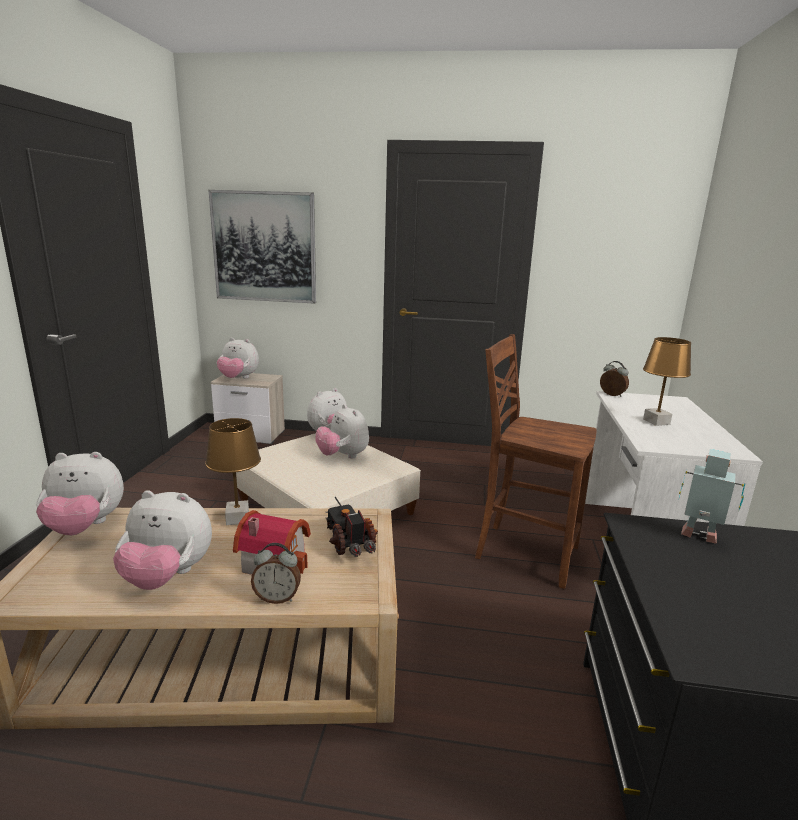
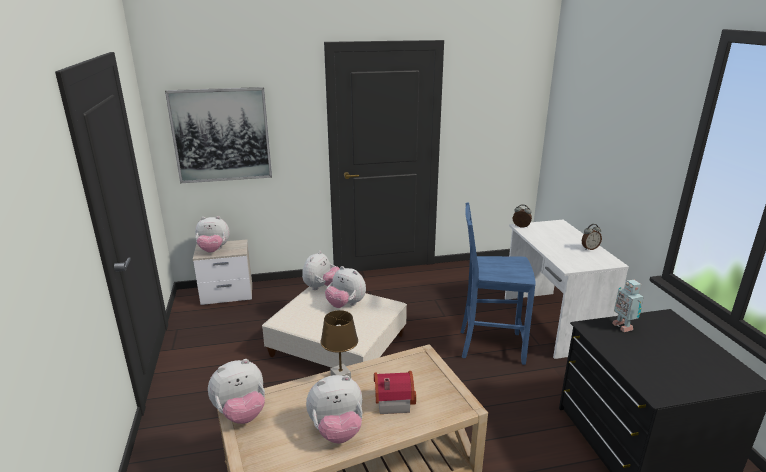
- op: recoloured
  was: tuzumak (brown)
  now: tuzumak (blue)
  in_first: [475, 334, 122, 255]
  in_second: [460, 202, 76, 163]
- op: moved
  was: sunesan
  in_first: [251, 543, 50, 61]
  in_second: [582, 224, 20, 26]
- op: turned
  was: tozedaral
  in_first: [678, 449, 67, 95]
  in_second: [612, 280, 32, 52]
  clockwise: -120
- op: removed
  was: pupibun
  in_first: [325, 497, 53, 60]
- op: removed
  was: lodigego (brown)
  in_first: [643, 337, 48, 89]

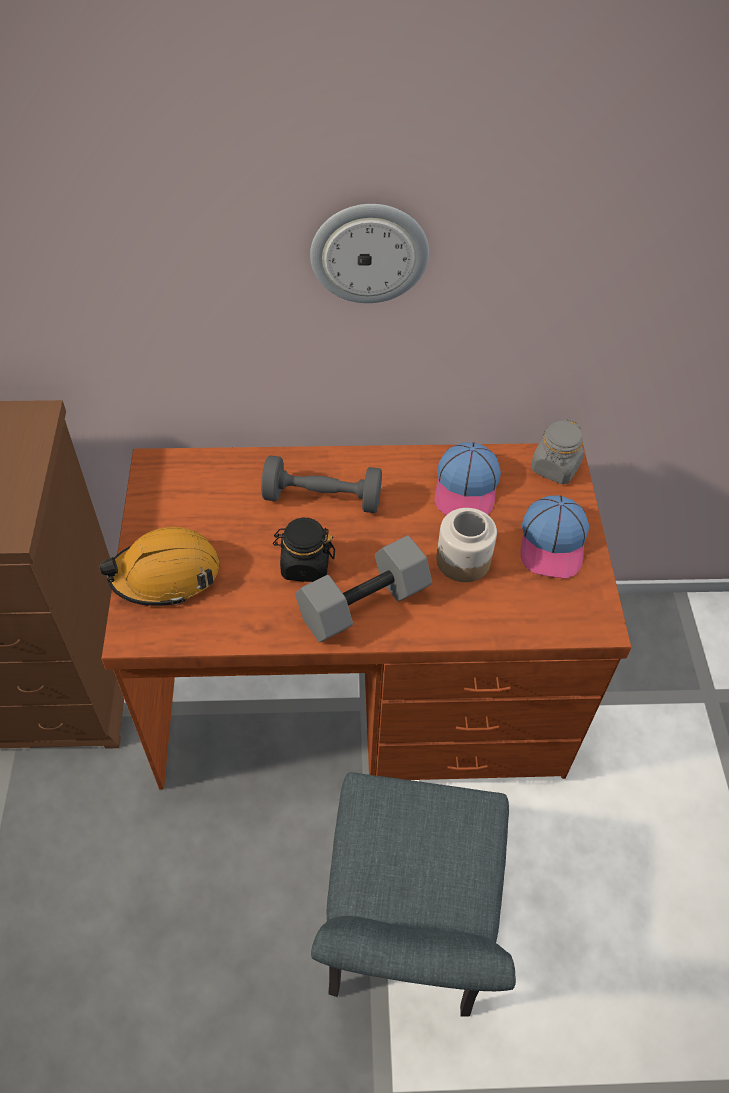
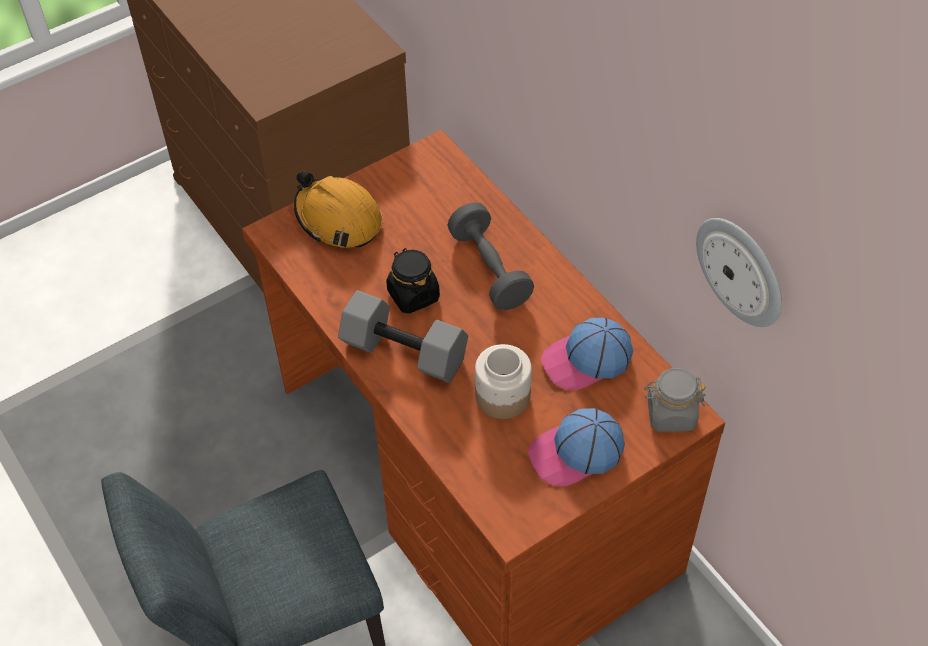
- op: moved
  was: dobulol
  in_first: [310, 204, 119, 99]
  in_second: [696, 218, 86, 109]

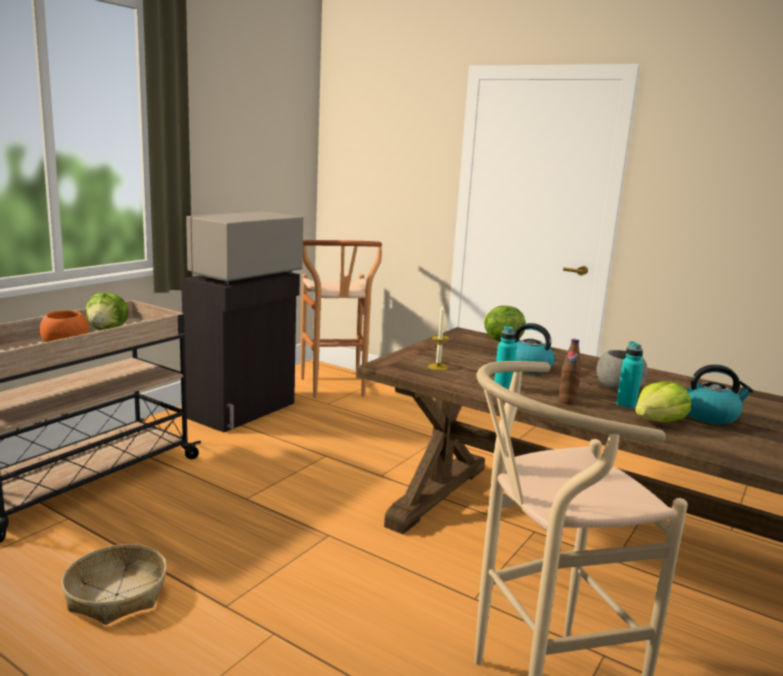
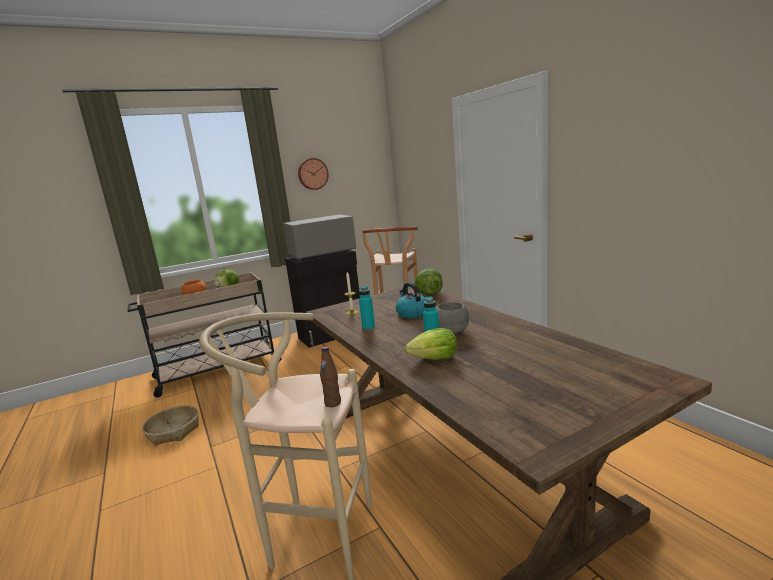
- op: added
  now: dobulol
  in_second: [298, 158, 31, 32]
- op: moved
  was: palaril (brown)
  in_first: [558, 339, 23, 66]
  in_second: [320, 347, 21, 60]
- op: removed
  was: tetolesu
  in_first: [687, 365, 67, 59]

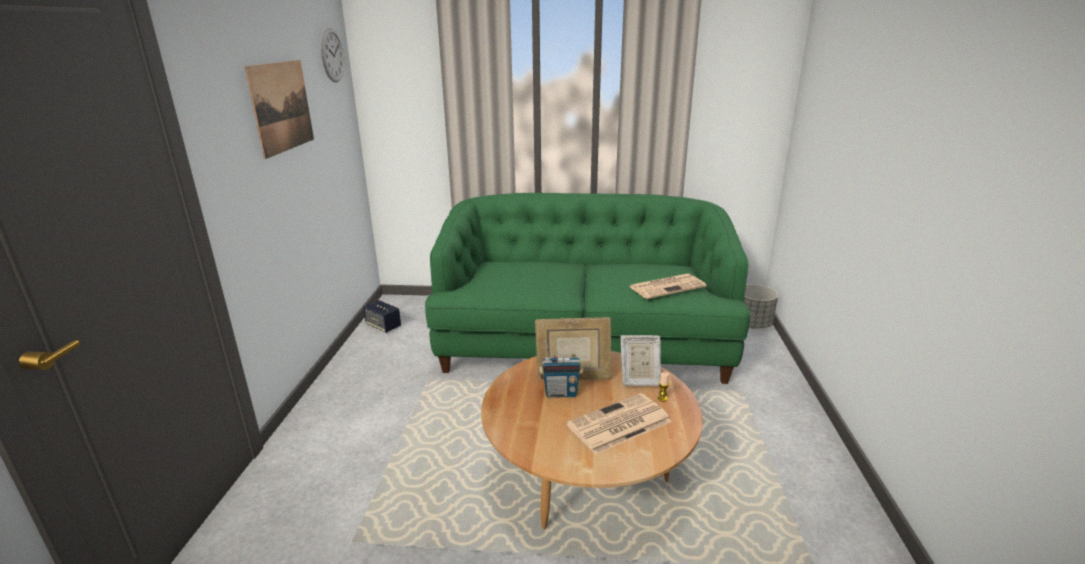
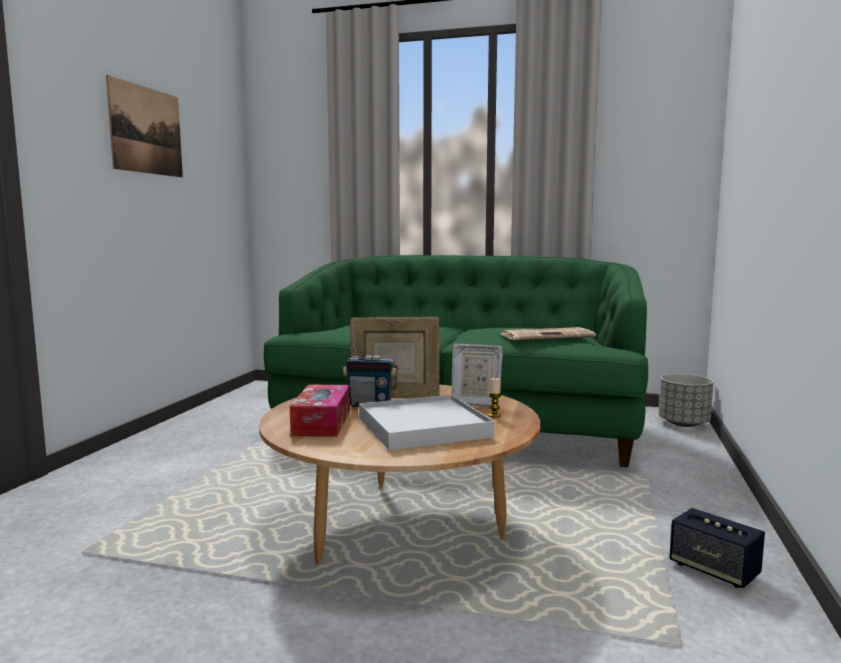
- op: added
  now: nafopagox
  in_second: [290, 385, 60, 51]
- op: replaced
  was: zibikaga
  now: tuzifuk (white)
  in_first: [566, 393, 106, 61]
  in_second: [359, 395, 136, 55]
- op: moved
  was: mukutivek
  in_first: [363, 300, 38, 33]
  in_second: [670, 508, 95, 80]
- op: removed
  was: dobulol
  in_first: [321, 28, 23, 54]

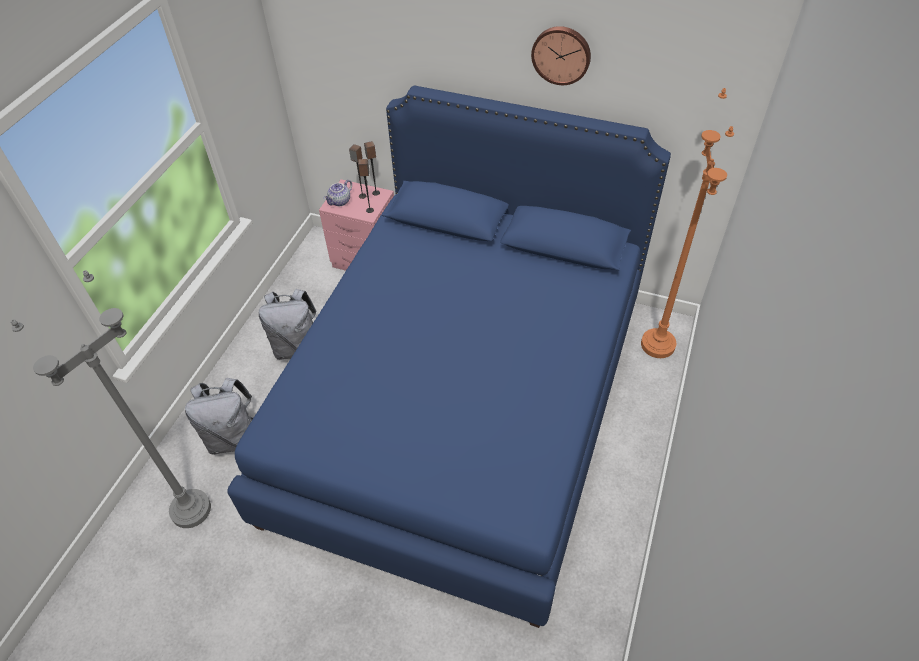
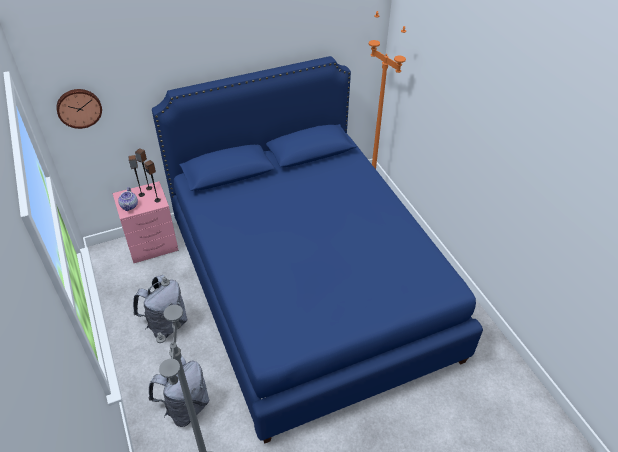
- op: moved
  was: dobulol
  in_first: [531, 26, 60, 59]
  in_second: [56, 89, 46, 40]

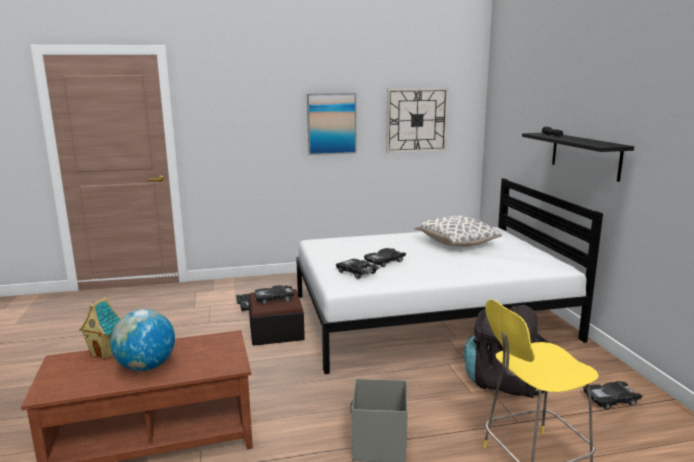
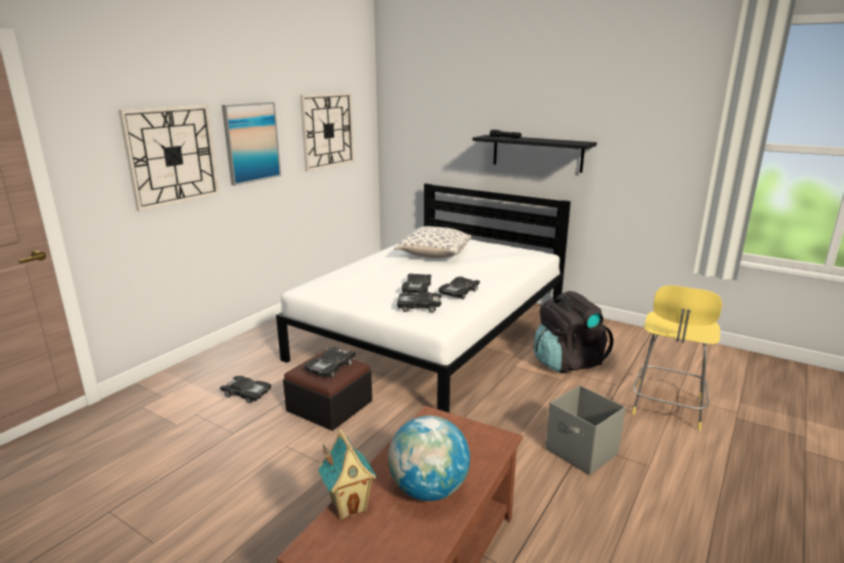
- op: added
  now: dobulol
  in_second: [118, 105, 101, 106]
- op: moved
  was: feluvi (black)
  in_first: [583, 381, 60, 29]
  in_second: [438, 276, 42, 23]

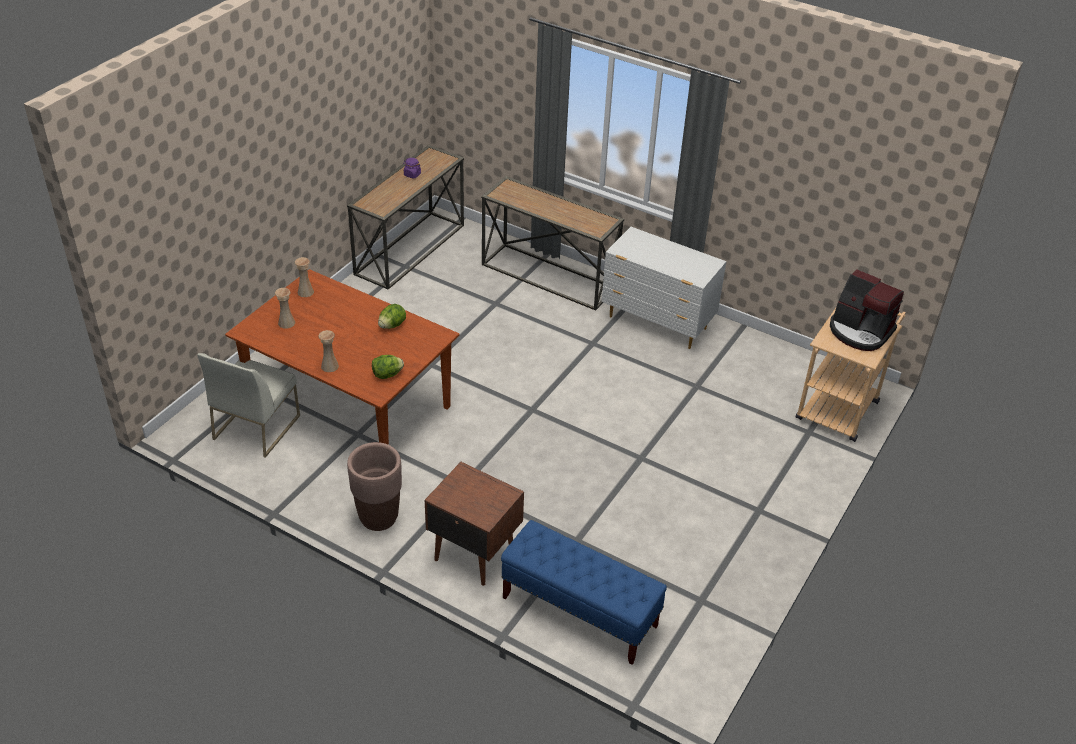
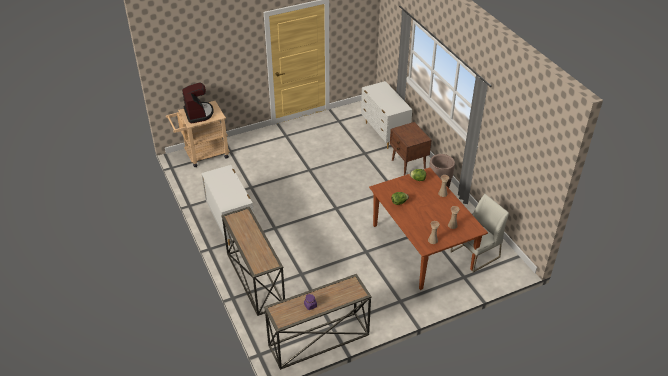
- op: replaced
  was: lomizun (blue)
  now: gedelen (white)
  in_first: [501, 520, 166, 145]
  in_second: [361, 81, 51, 68]

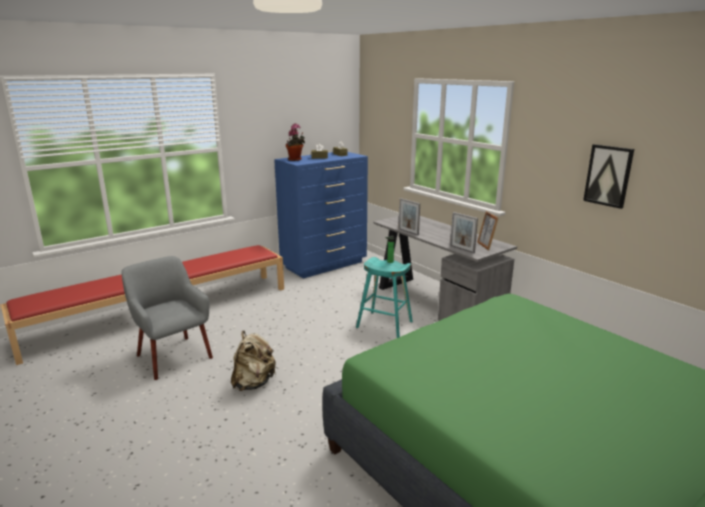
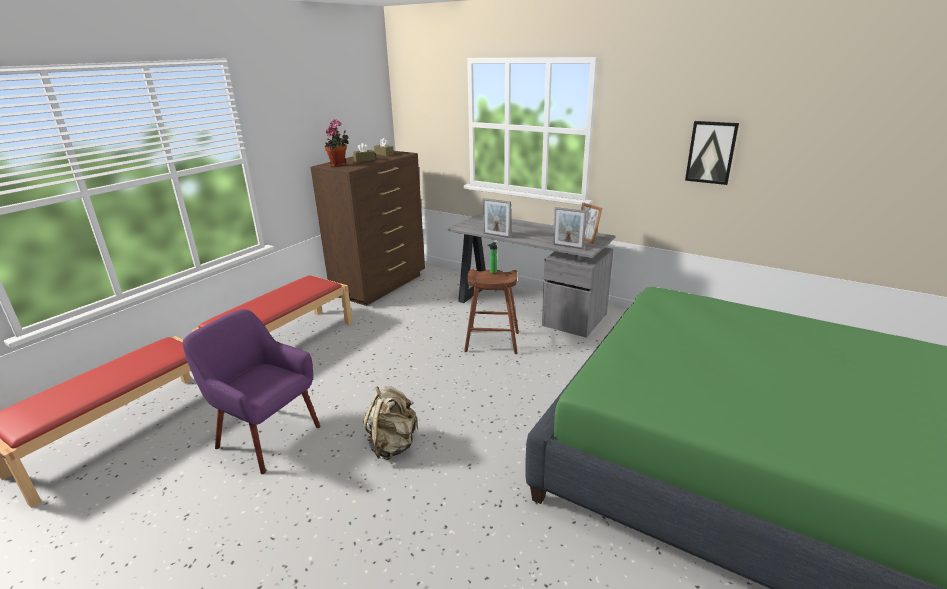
- op: recoloured
  was: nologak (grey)
  now: nologak (purple)
  in_first: [121, 256, 92, 124]
  in_second: [183, 309, 138, 165]
- op: recoloured
  was: gedelen (blue)
  now: gedelen (brown)
  in_first: [274, 152, 94, 127]
  in_second: [311, 151, 114, 155]
- op: recoloured
  was: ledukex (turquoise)
  now: ledukex (brown)
  in_first: [356, 257, 57, 81]
  in_second: [464, 269, 55, 85]

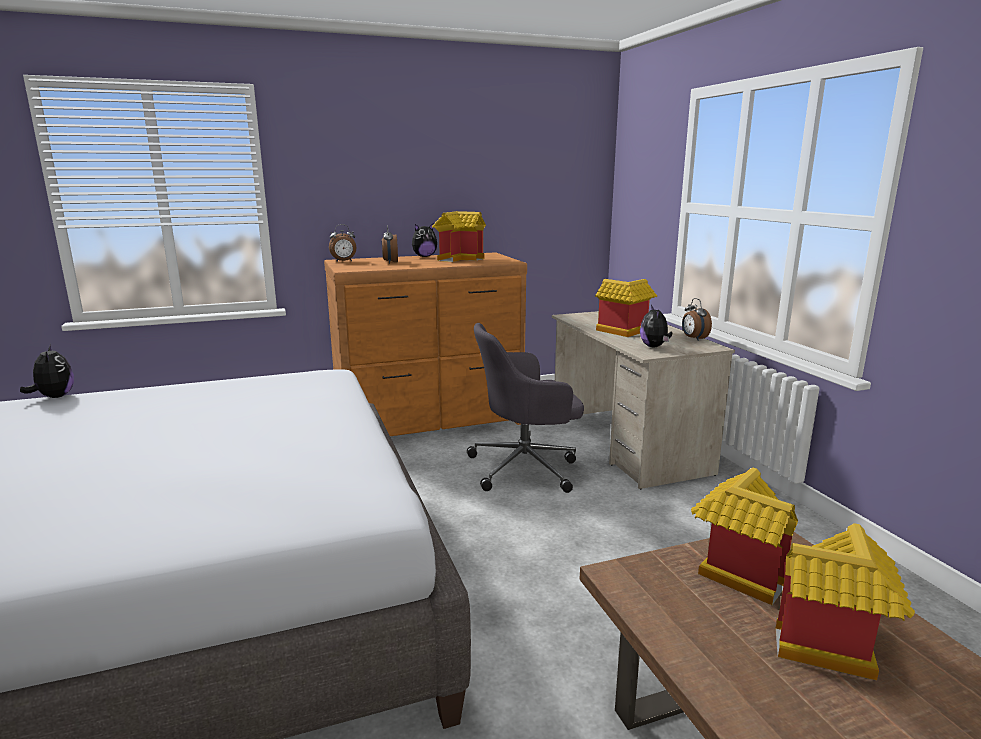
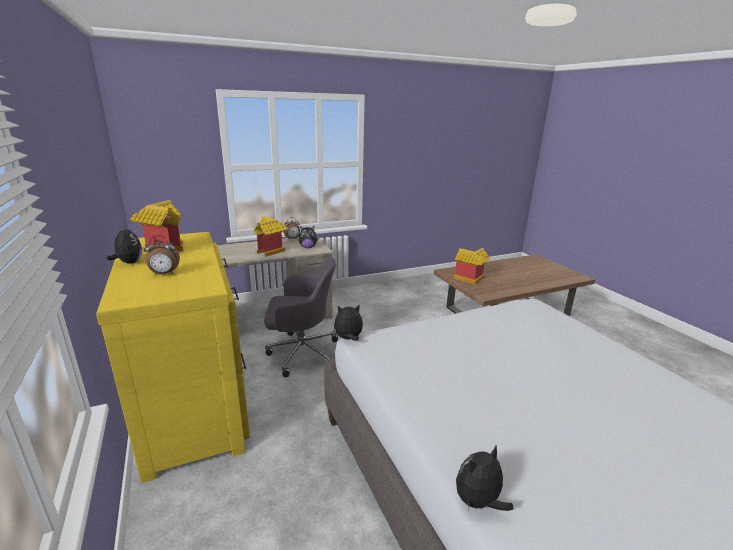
- op: recoloured
  was: gedelen (brown)
  now: gedelen (yellow)
  in_first: [324, 252, 203, 184]
  in_second: [96, 232, 154, 251]
- op: turned
  was: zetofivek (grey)
  in_first: [467, 323, 117, 170]
  in_second: [264, 256, 74, 121]
  clockwise: -75
- op: added
  now: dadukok
  in_second: [332, 305, 31, 36]
- op: removed
  was: sunesan
  in_first: [329, 224, 27, 38]
- op: removed
  was: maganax
  in_first: [776, 523, 139, 158]

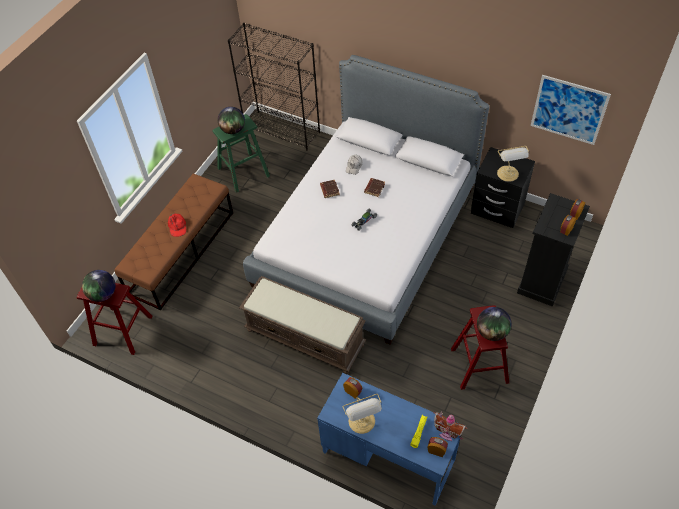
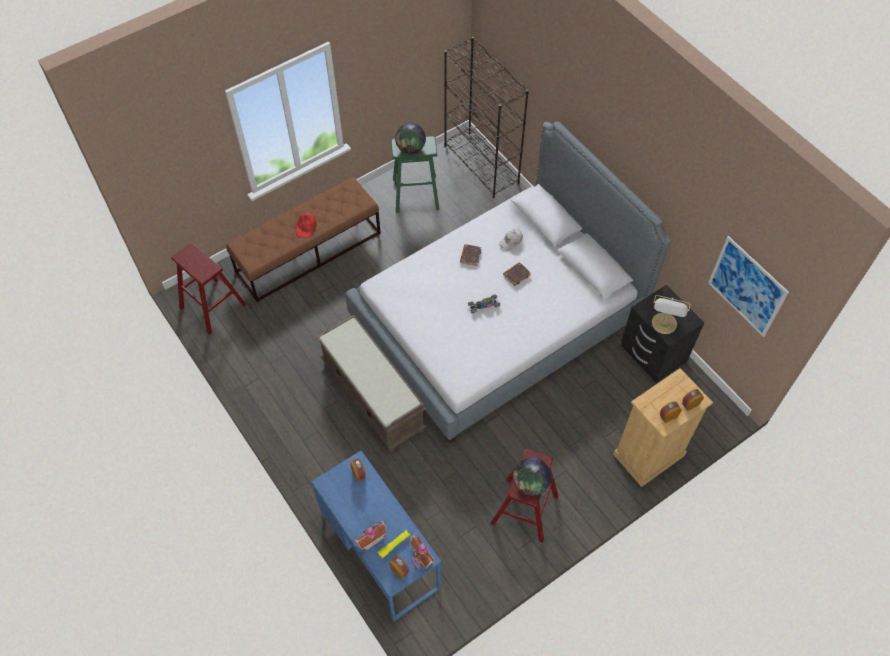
- op: added
  now: maganax
  in_second: [354, 520, 32, 31]
- op: recoloured
  was: gedelen (black)
  now: gedelen (beige)
  in_first: [517, 193, 73, 114]
  in_second: [613, 368, 100, 119]
- op: removed
  was: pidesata
  in_first: [82, 270, 34, 32]
- op: removed
  was: lodigego
  in_first: [343, 394, 39, 40]

